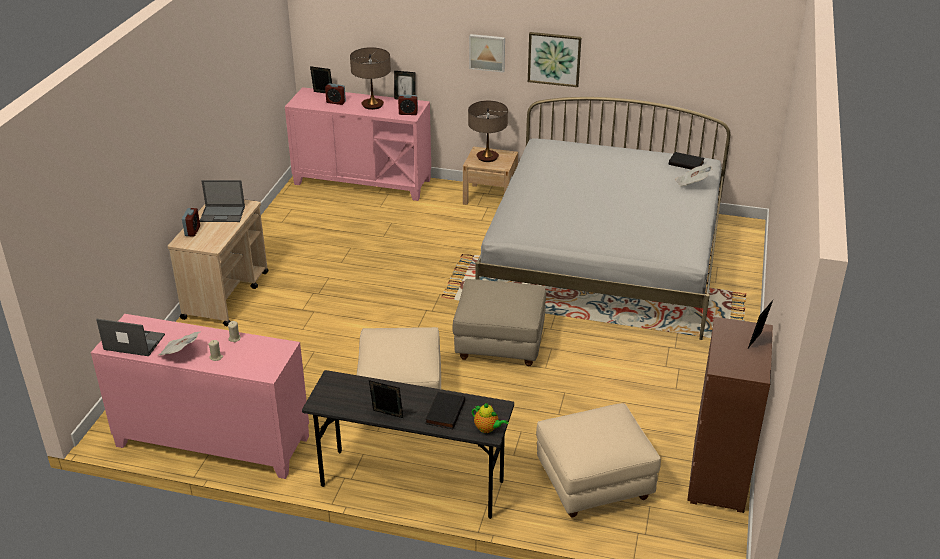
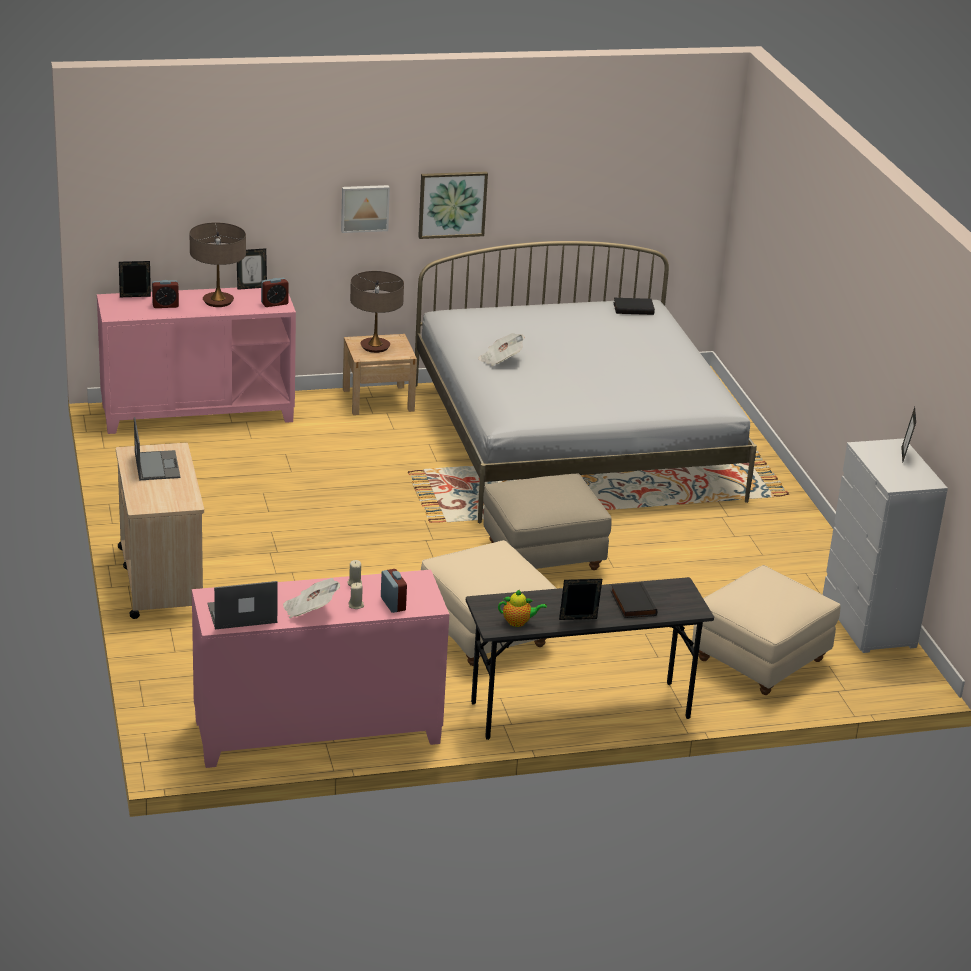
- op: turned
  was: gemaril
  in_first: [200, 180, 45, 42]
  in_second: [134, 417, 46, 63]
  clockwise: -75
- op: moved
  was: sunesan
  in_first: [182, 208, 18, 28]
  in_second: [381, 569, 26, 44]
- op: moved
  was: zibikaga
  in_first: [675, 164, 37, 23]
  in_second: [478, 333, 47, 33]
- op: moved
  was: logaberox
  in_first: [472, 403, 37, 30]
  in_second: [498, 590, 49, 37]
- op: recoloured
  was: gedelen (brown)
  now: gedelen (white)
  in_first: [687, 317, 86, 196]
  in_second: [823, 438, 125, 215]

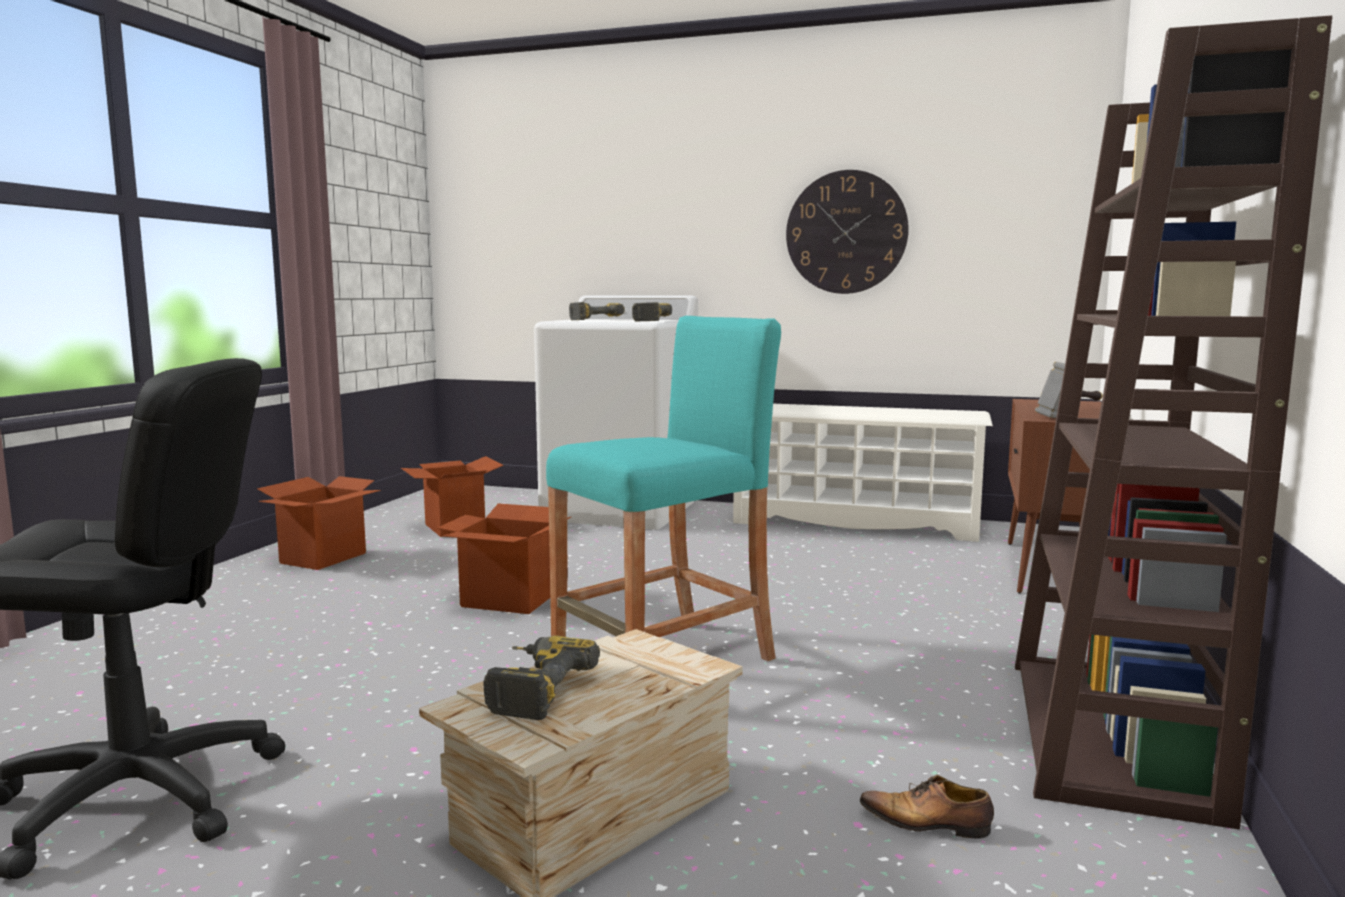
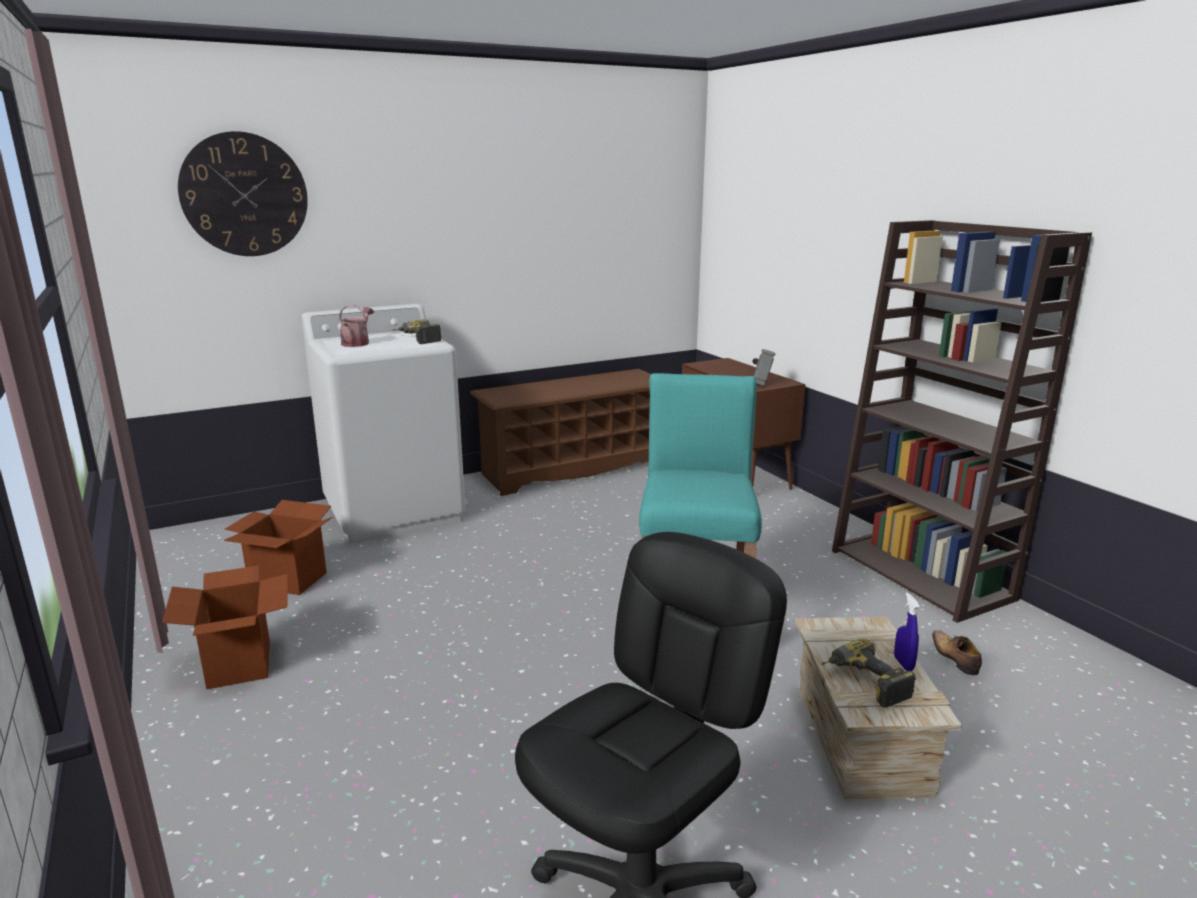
- op: moved
  was: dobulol
  in_first: [786, 170, 123, 124]
  in_second: [178, 131, 130, 125]
- op: replaced
  was: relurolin
  now: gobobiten
  in_first: [569, 302, 56, 18]
  in_second: [338, 304, 36, 43]
- op: recoloured
  was: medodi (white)
  now: medodi (brown)
  in_first: [733, 404, 260, 138]
  in_second: [470, 369, 181, 127]
- op: added
  now: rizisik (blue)
  in_second: [894, 593, 26, 78]
- op: turned
  was: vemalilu
  in_first: [860, 775, 134, 64]
  in_second: [932, 630, 50, 45]
  clockwise: 105
- op: removed
  was: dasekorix
  in_first: [437, 503, 134, 111]

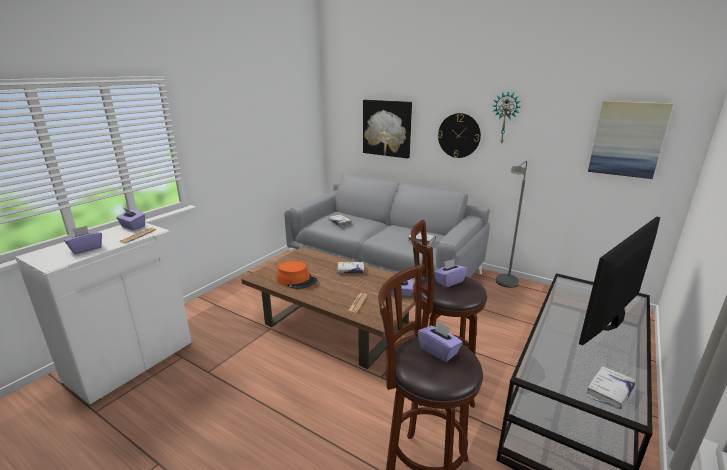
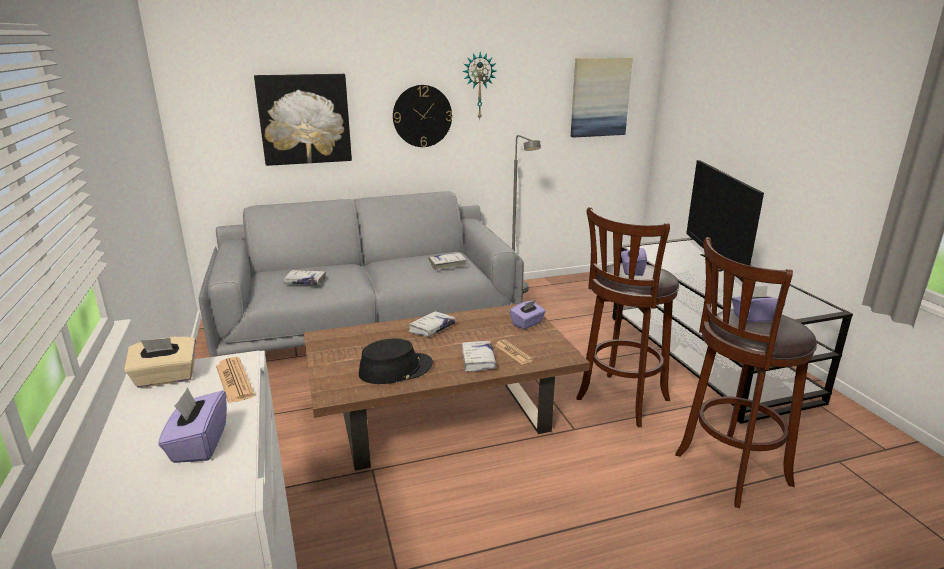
- op: recoloured
  was: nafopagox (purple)
  now: nafopagox (beige)
  in_first: [116, 208, 29, 22]
  in_second: [124, 336, 72, 52]
- op: recoloured
  was: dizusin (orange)
  now: dizusin (black)
  in_first: [276, 261, 41, 28]
  in_second: [359, 339, 74, 45]
- op: moved
  was: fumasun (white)
  in_first: [585, 366, 51, 44]
  in_second: [462, 341, 34, 31]

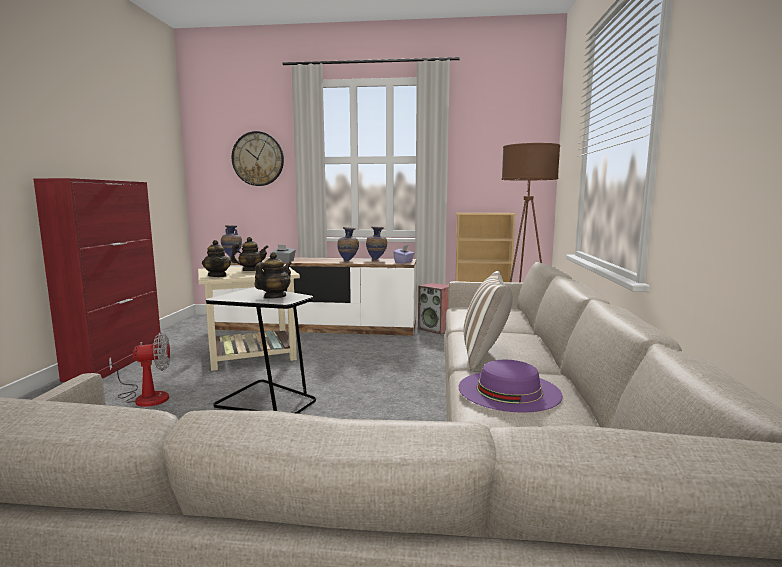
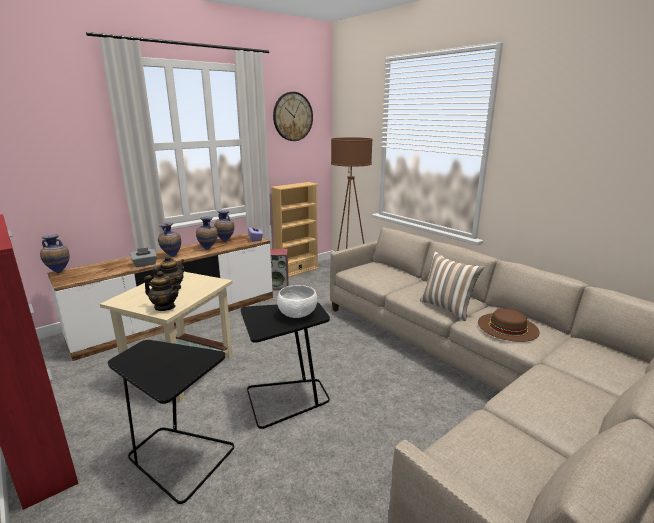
- op: replaced
  was: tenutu
  now: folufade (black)
  in_first: [109, 333, 61, 74]
  in_second: [108, 340, 126, 164]
- op: added
  now: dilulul
  in_second: [158, 222, 23, 35]
- op: moved
  was: dobulol
  in_first: [232, 131, 52, 55]
  in_second: [273, 92, 40, 49]
- op: replaced
  was: logaberox
  now: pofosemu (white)
  in_first: [255, 252, 37, 46]
  in_second: [277, 285, 40, 33]
- op: recoloured
  was: dizusin (purple)
  now: dizusin (brown)
  in_first: [459, 360, 104, 52]
  in_second: [478, 309, 62, 33]

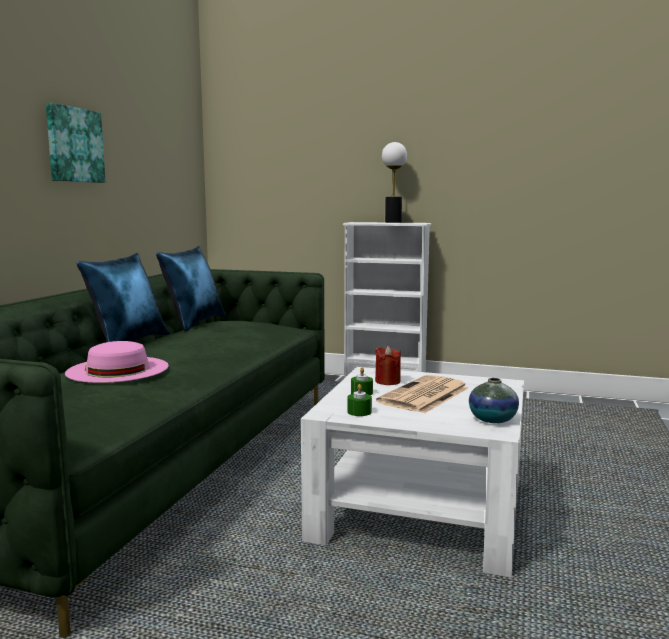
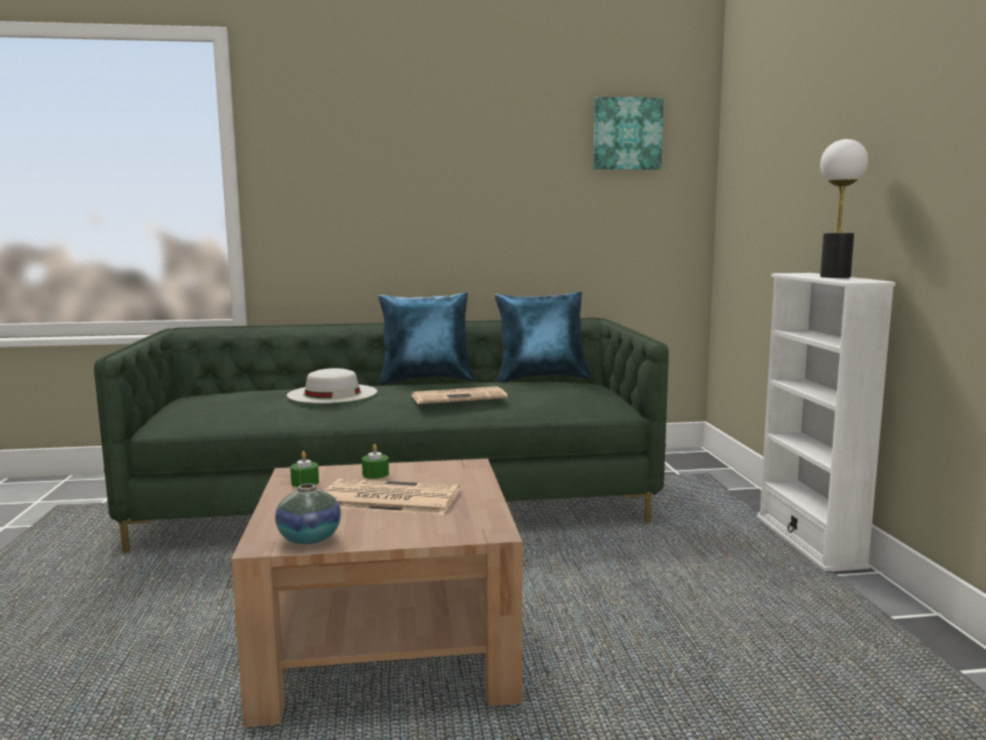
- op: recoloured
  was: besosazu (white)
  now: besosazu (brown)
  in_first: [301, 367, 223, 210]
  in_second: [231, 459, 292, 268]
- op: recoloured
  was: dizusin (pink)
  now: dizusin (white)
  in_first: [65, 341, 104, 42]
  in_second: [287, 368, 90, 35]
- op: added
  now: zibikaga
  in_second: [411, 386, 97, 18]
- op: moved
  was: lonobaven
  in_first: [46, 103, 59, 80]
  in_second: [593, 97, 71, 73]
- op: removed
  was: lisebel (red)
  in_first: [375, 345, 26, 40]

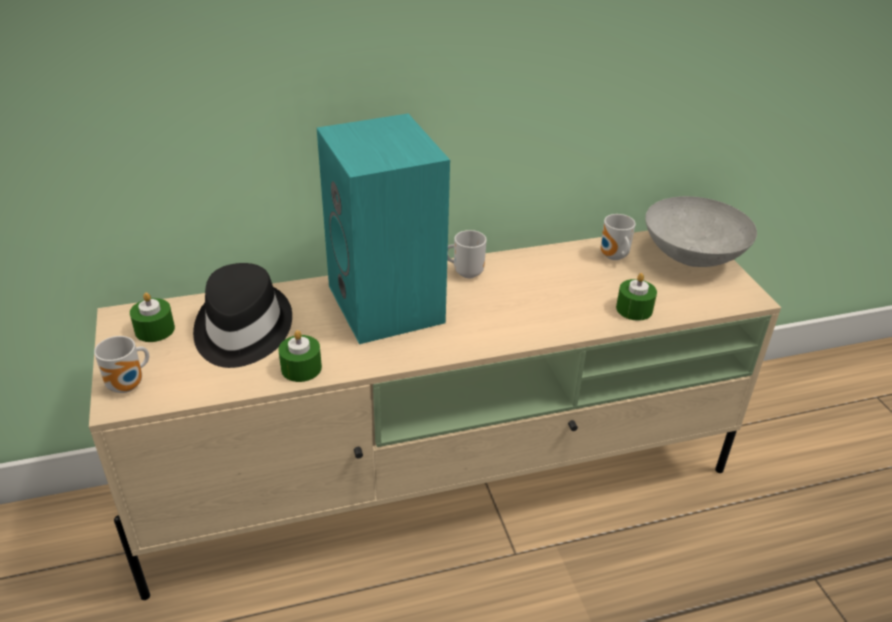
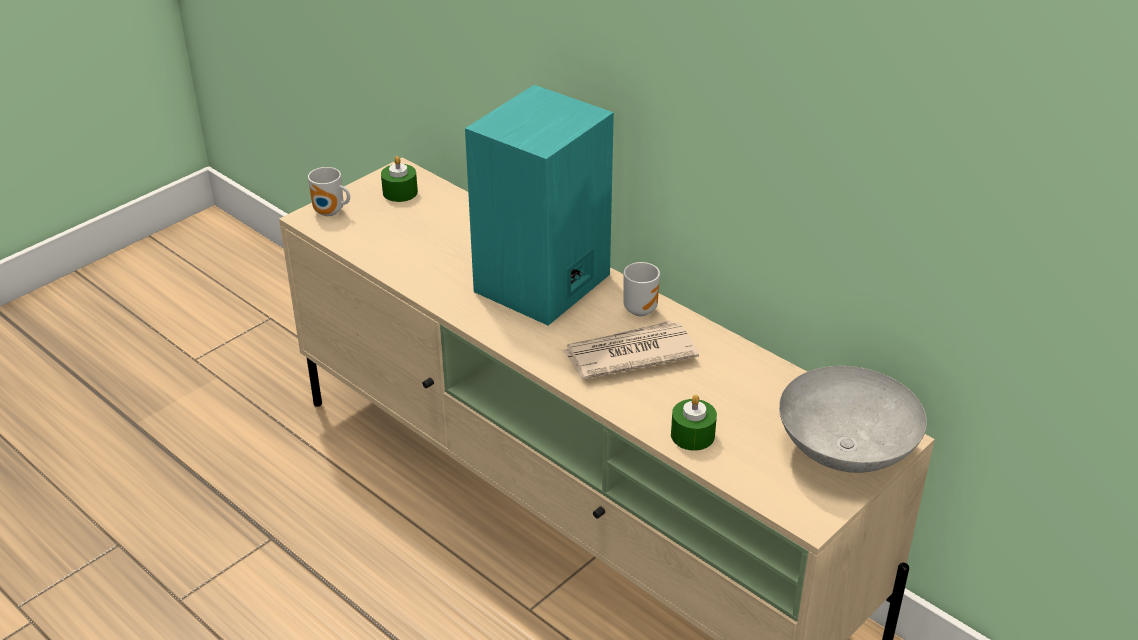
- op: added
  now: zibikaga
  in_second: [562, 321, 137, 58]
- op: removed
  was: dizusin (black)
  in_first: [193, 263, 99, 105]
- op: removed
  was: lisebel (green)
  in_first: [279, 330, 43, 52]
- op: removed
  was: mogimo
  in_first: [601, 214, 35, 46]

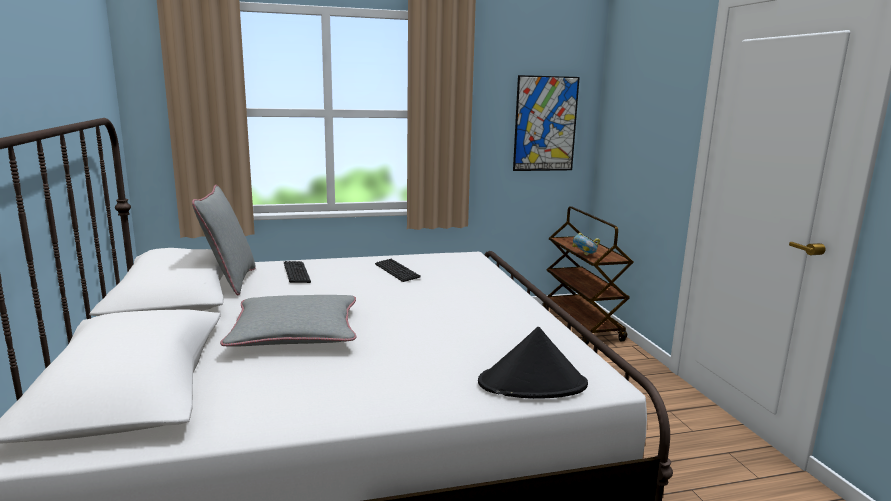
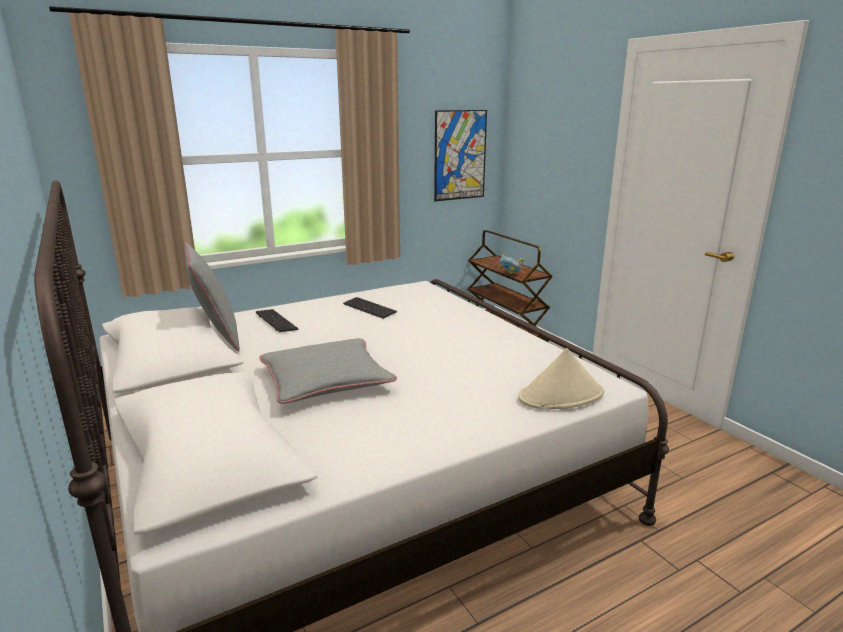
- op: recoloured
  was: dizusin (black)
  now: dizusin (beige)
  in_first: [478, 327, 110, 72]
  in_second: [518, 348, 86, 61]

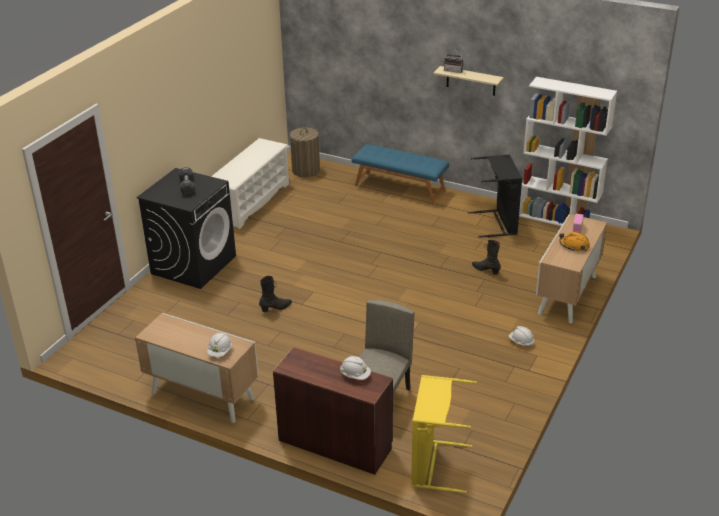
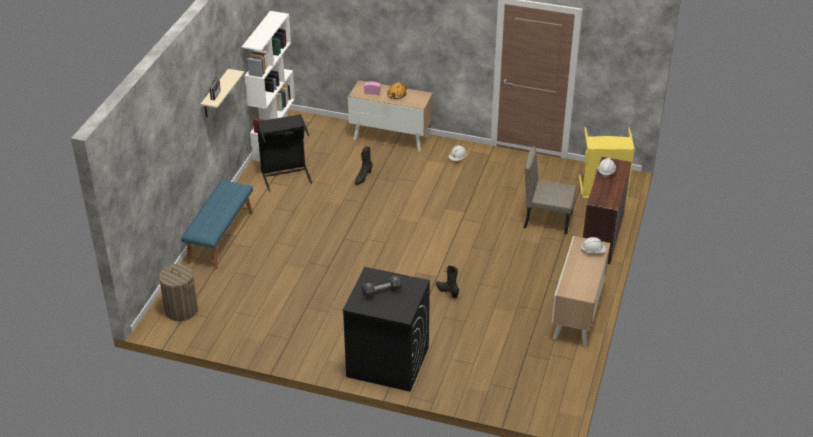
- op: removed
  was: medodi (white)
  in_first: [211, 138, 78, 91]

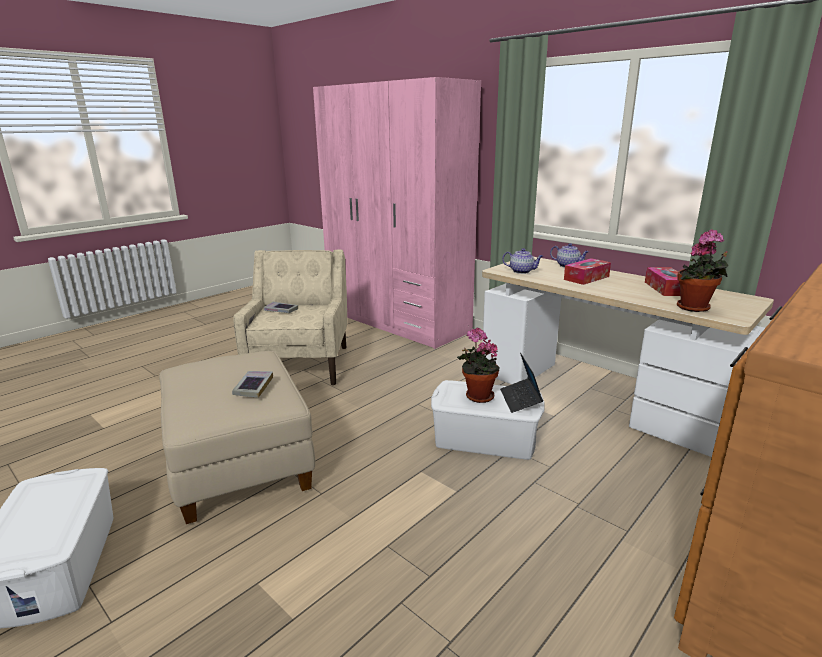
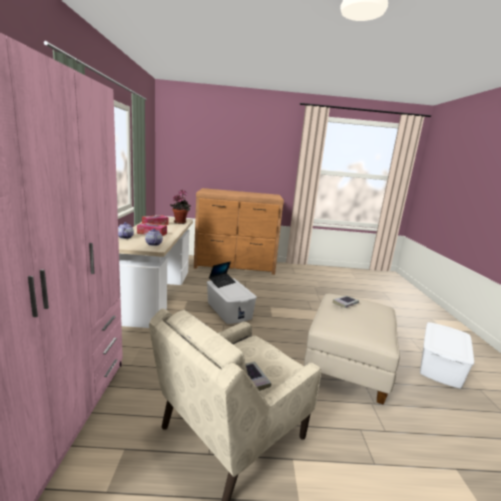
- op: removed
  was: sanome
  in_first: [457, 328, 42, 75]

